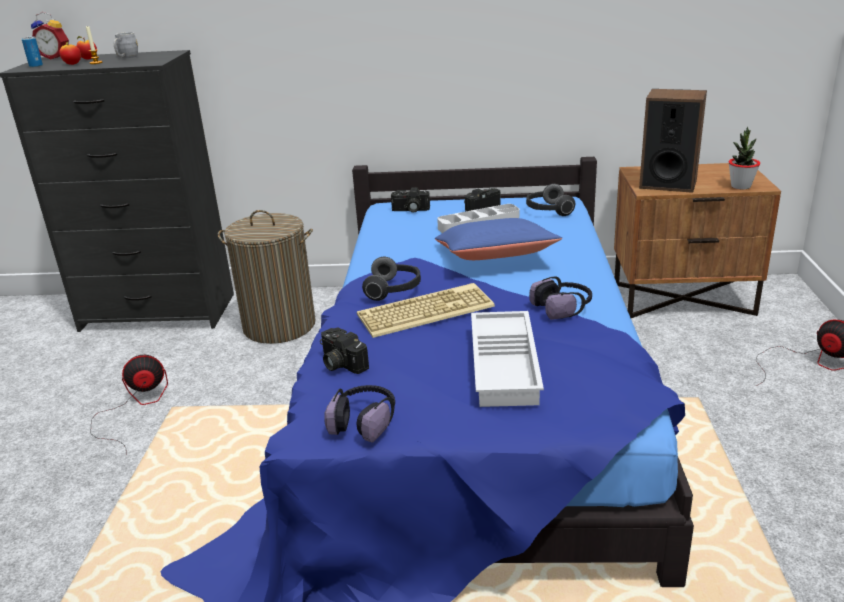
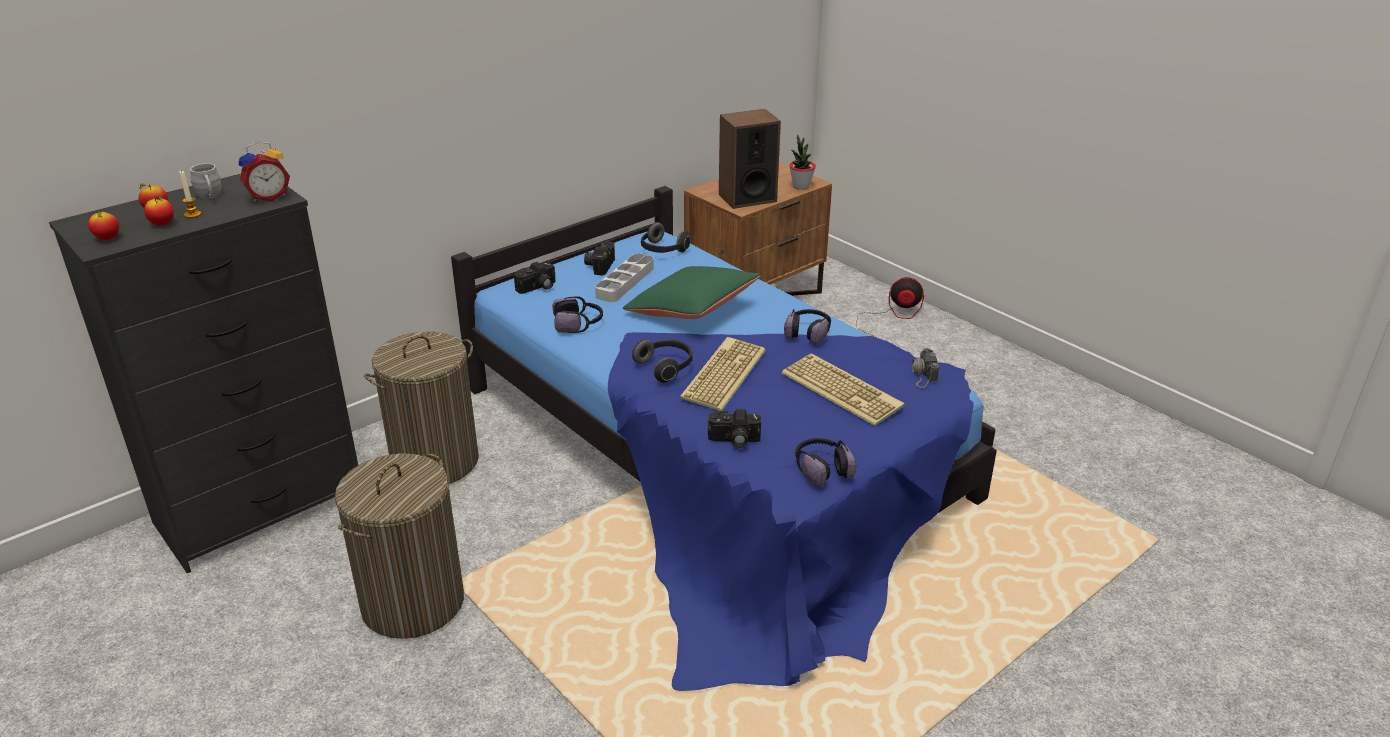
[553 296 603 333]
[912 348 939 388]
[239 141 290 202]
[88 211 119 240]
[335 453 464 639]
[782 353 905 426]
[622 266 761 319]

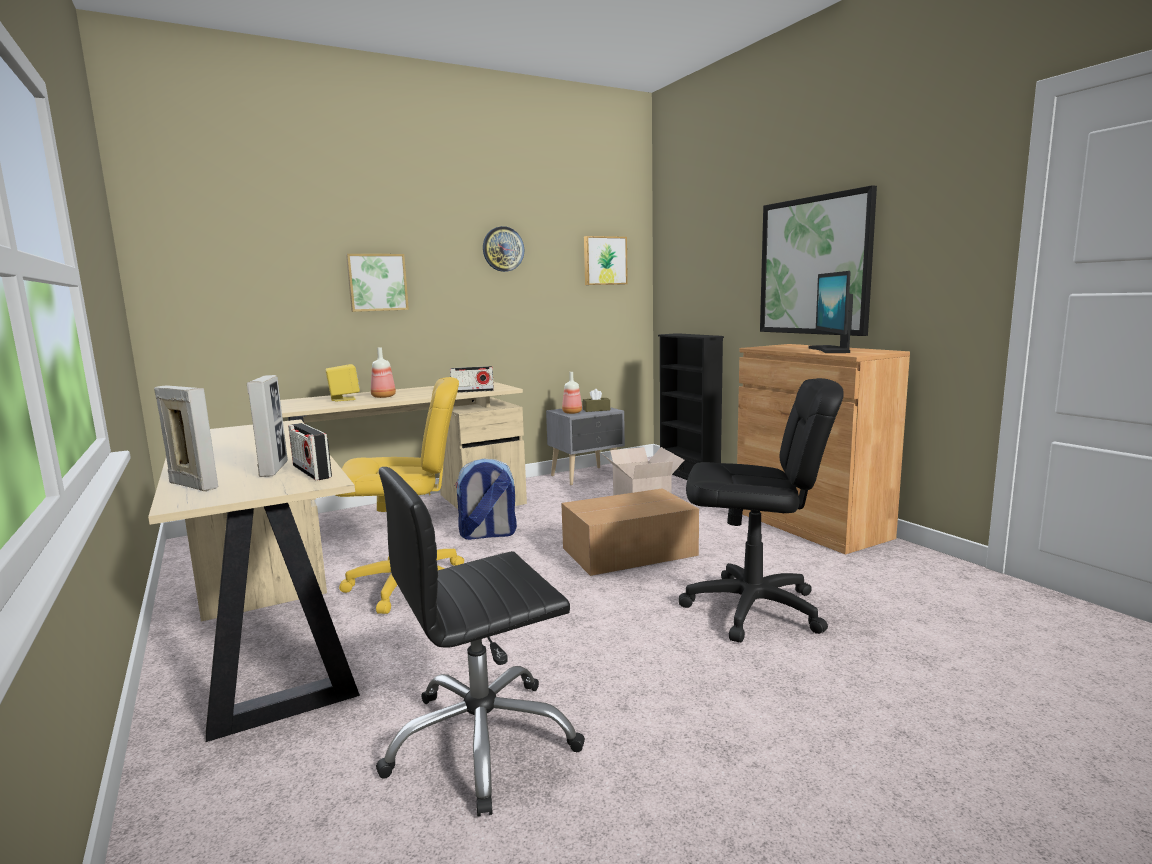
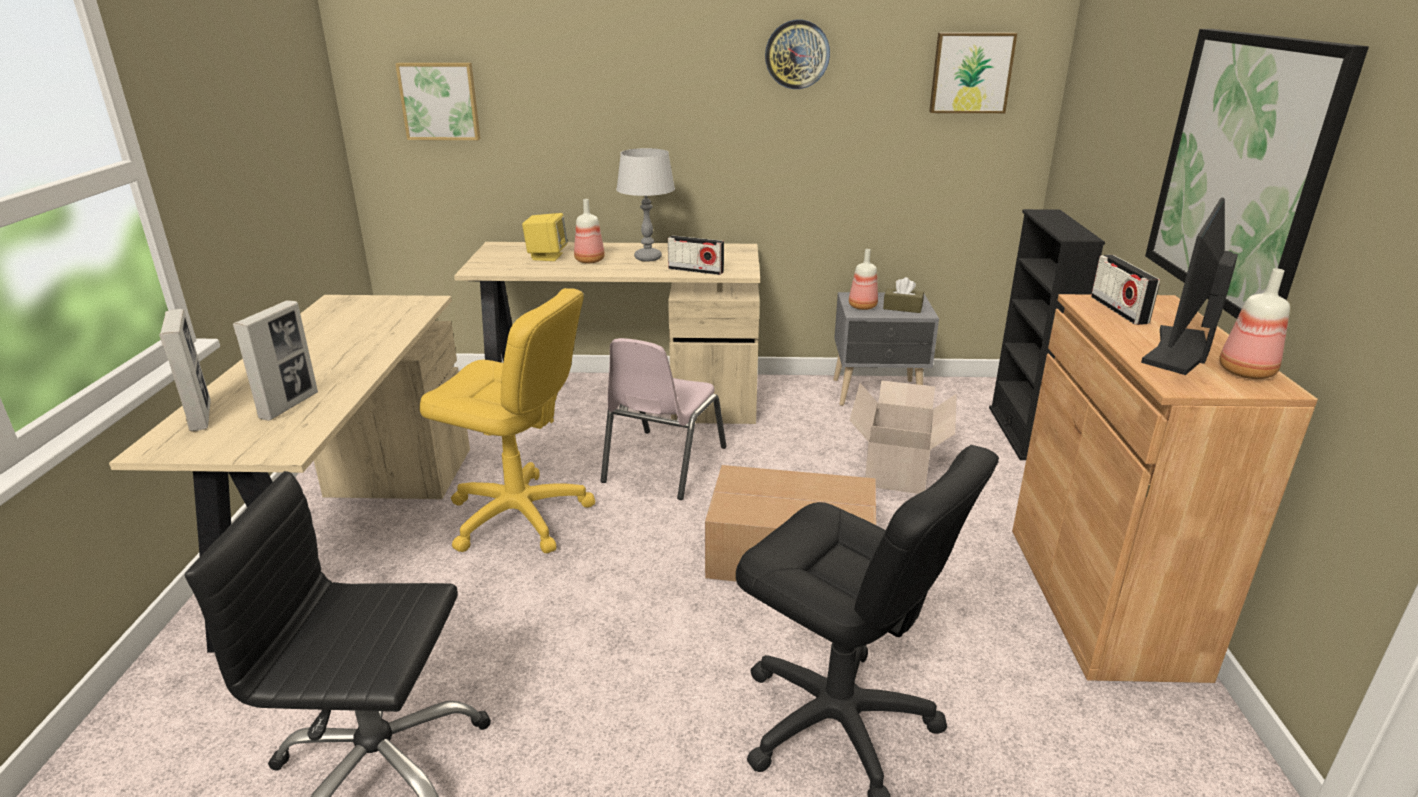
[616 148 675 262]
[1219 268 1290 379]
[1091 255 1160 325]
[395 63 480 140]
[601 338 726 500]

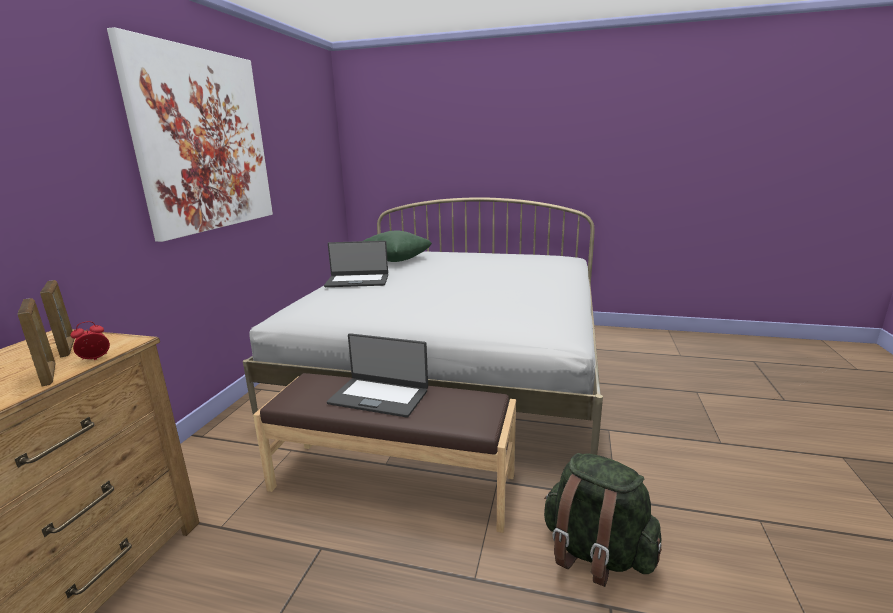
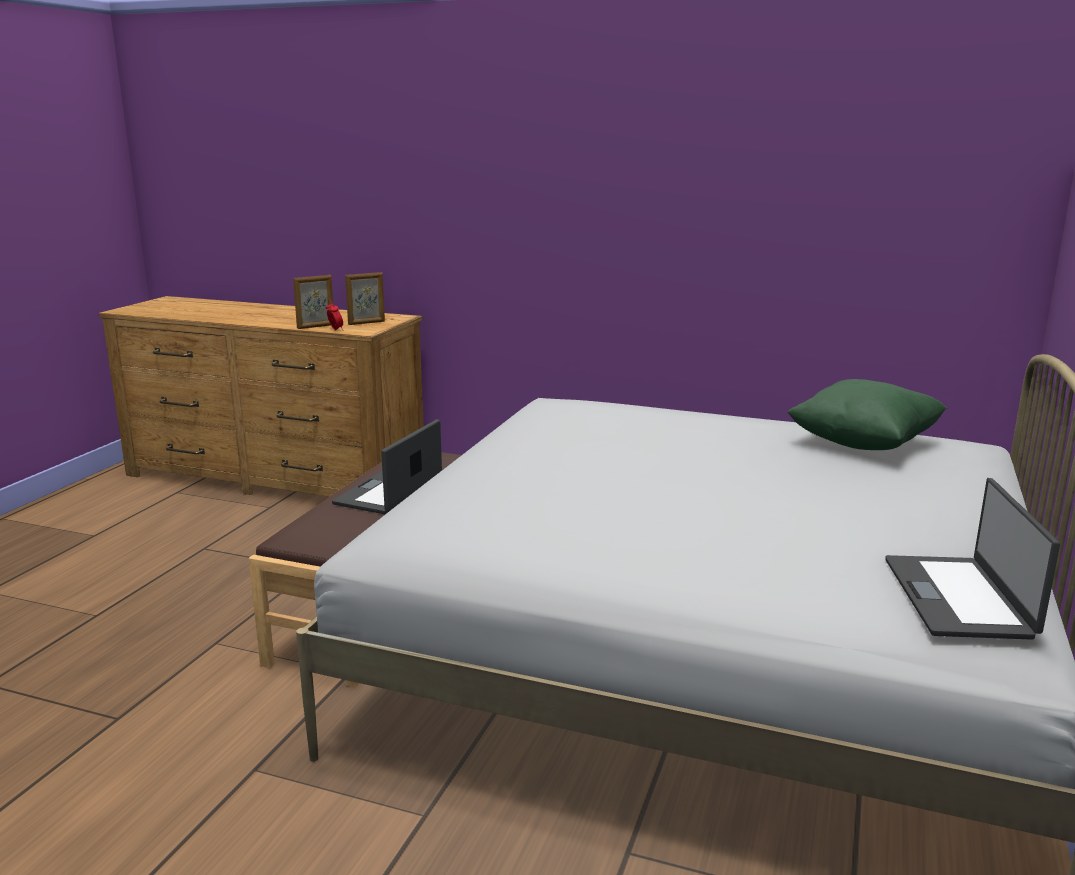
[107 27 273 242] (first image)
[544 453 662 587] (first image)
[885 478 1060 640]

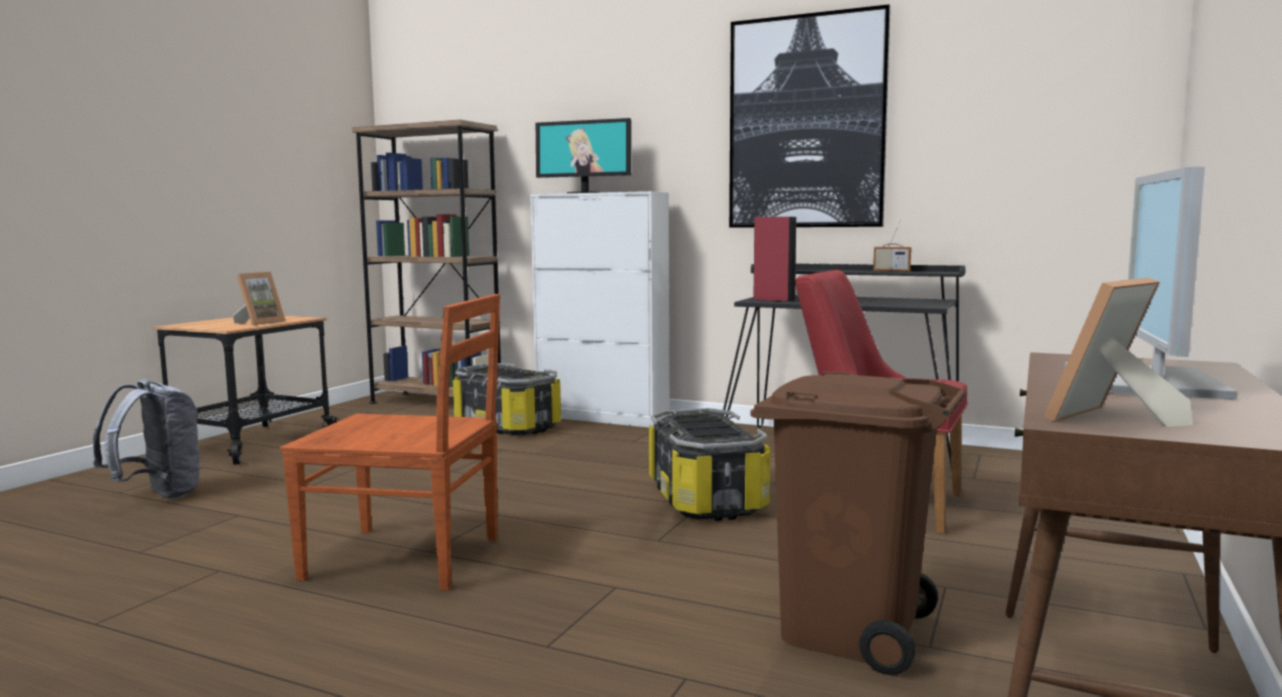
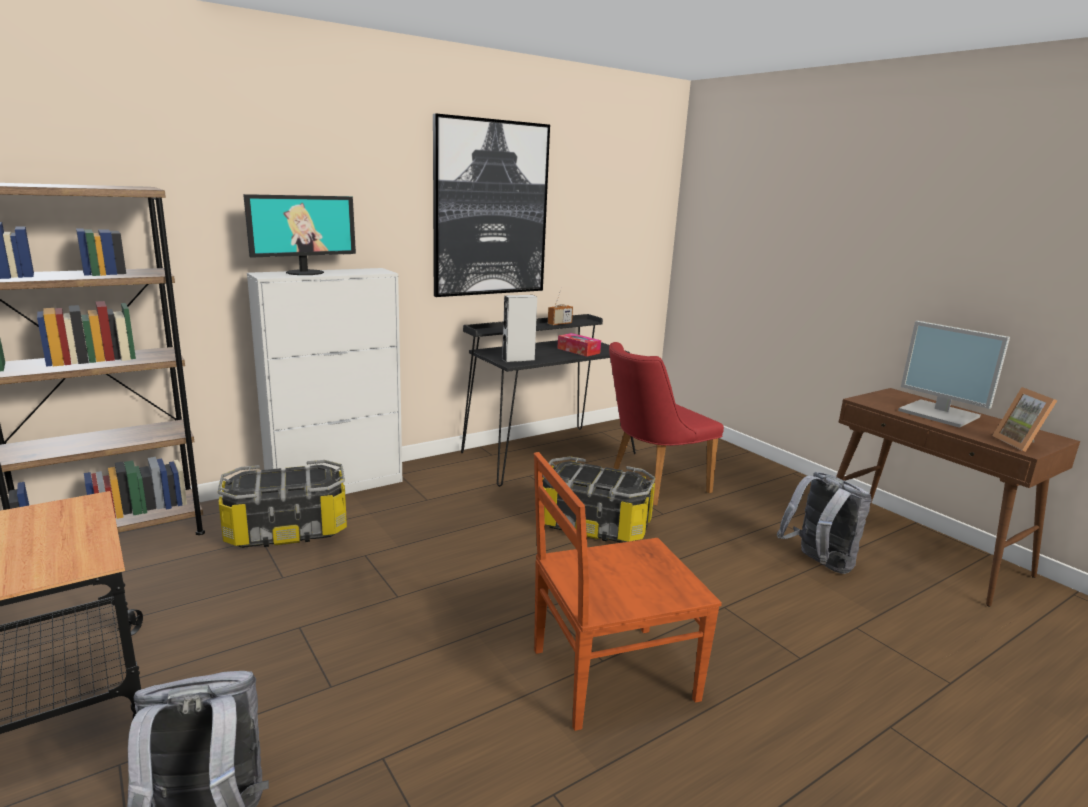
[233 272 285 325] (first image)
[557 333 601 357]
[777 472 872 574]
[502 295 537 362]
[534 452 722 731]

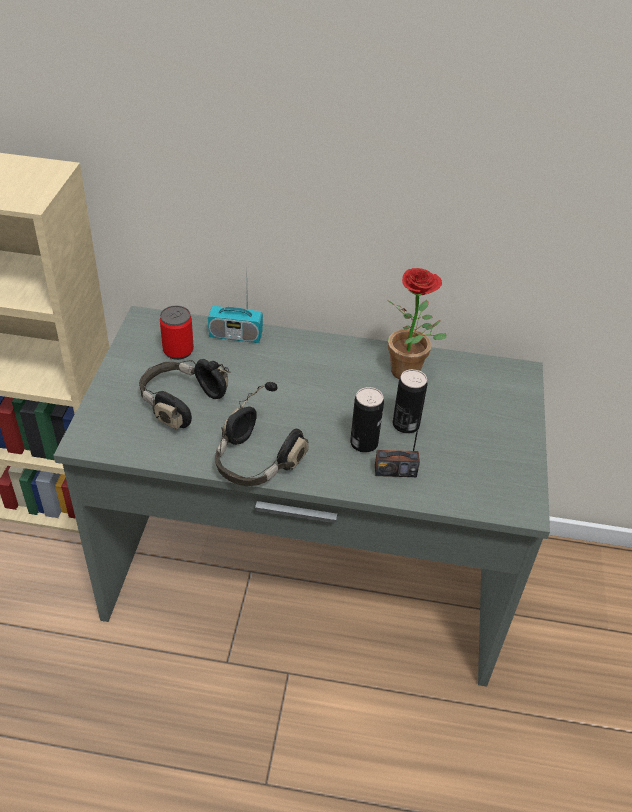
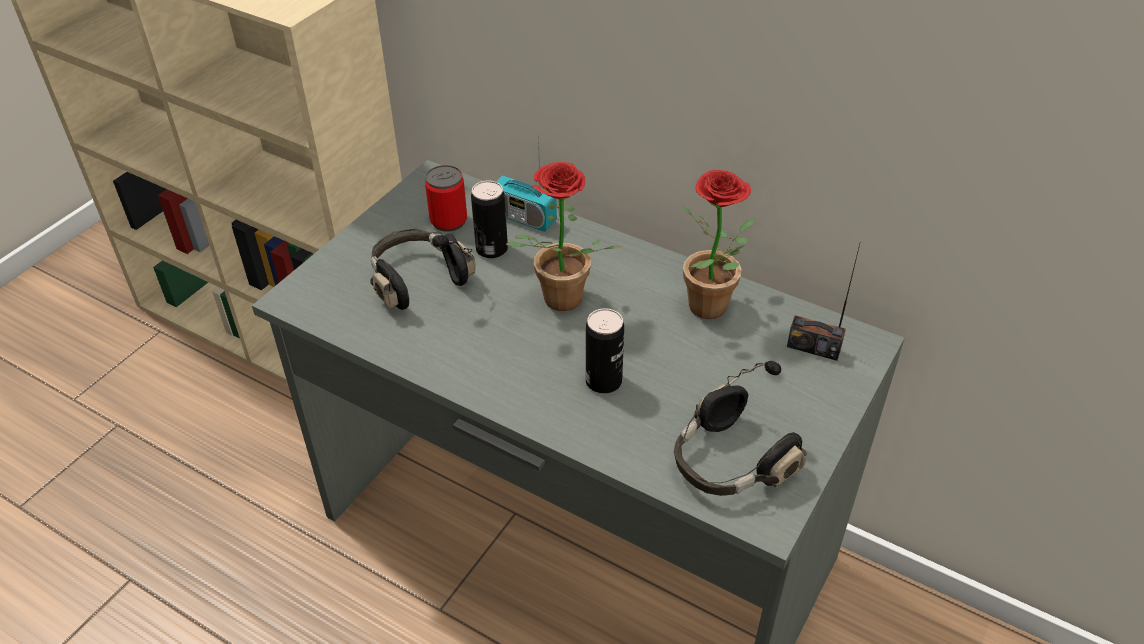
[506 162 622 311]
[674 361 807 496]
[787 244 860 361]
[471 180 508 258]

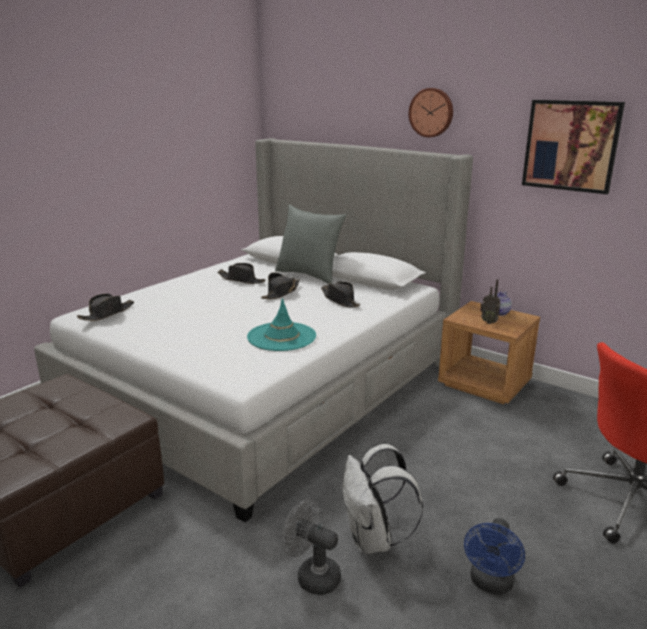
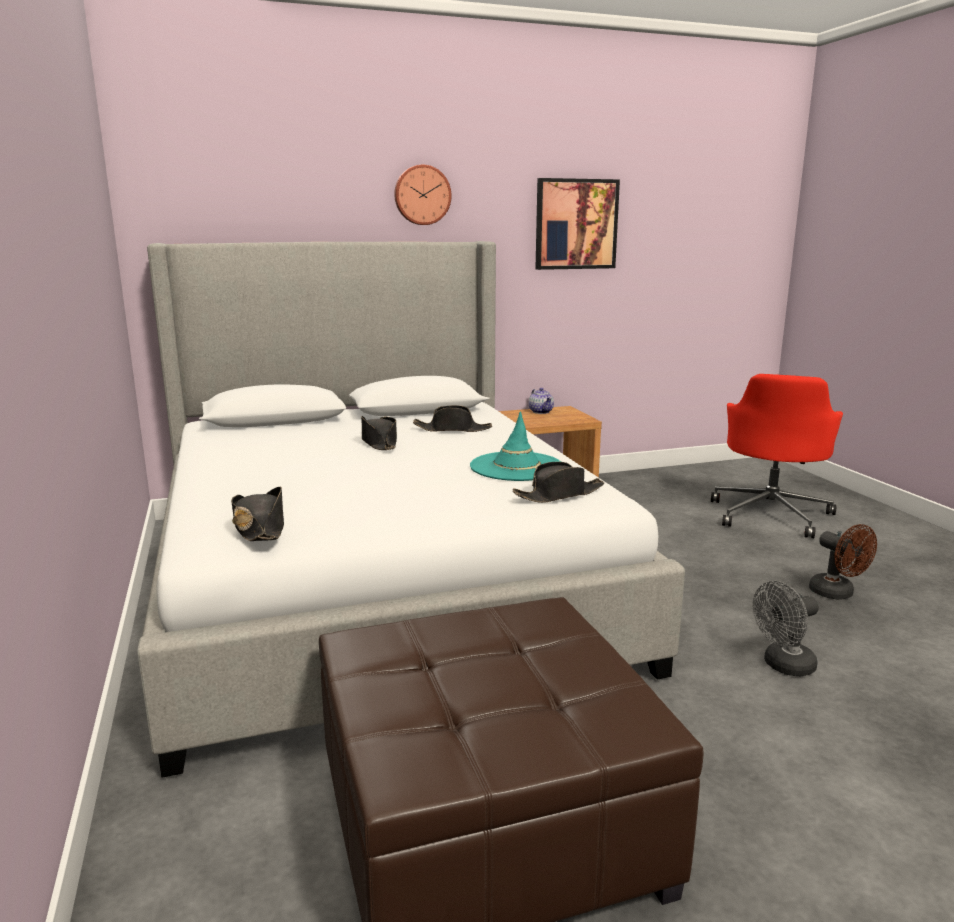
[275 205 347 284] (first image)
[342 444 423 554] (first image)
[480 279 501 324] (first image)
[512 462 604 503]
[809 524 877 599]

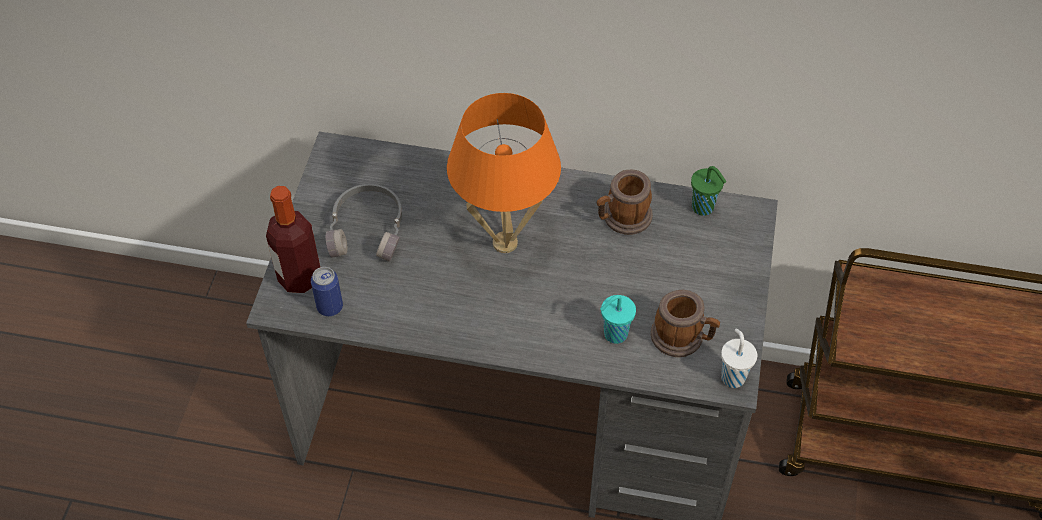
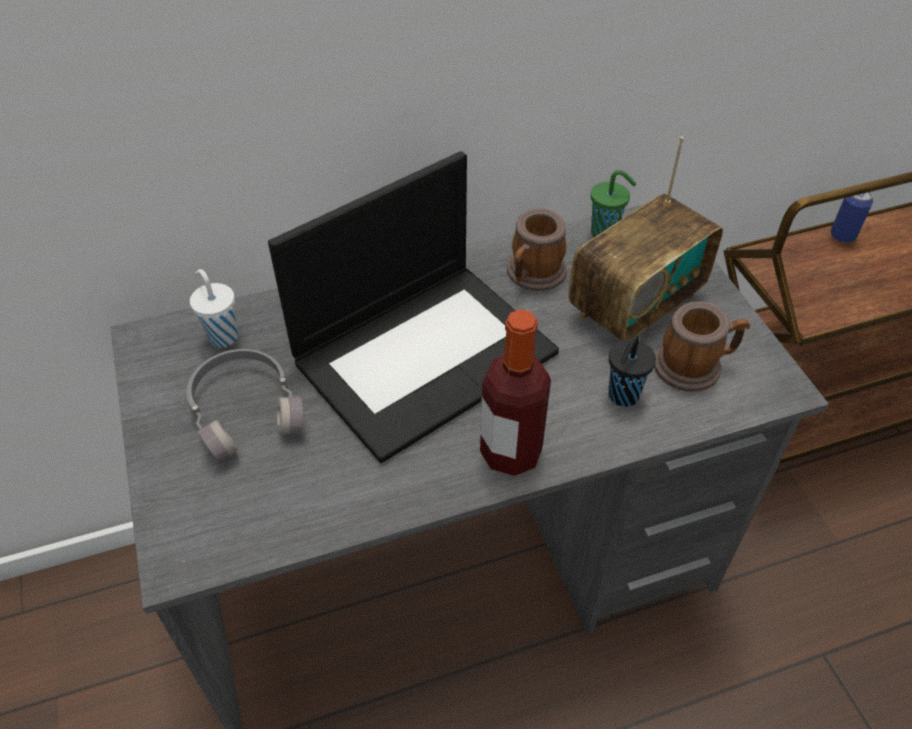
[569 136 723 341]
[480 309 551 476]
[831 192 873 243]
[190 269 238 348]
[268 151 559 463]
[608 335 656 407]

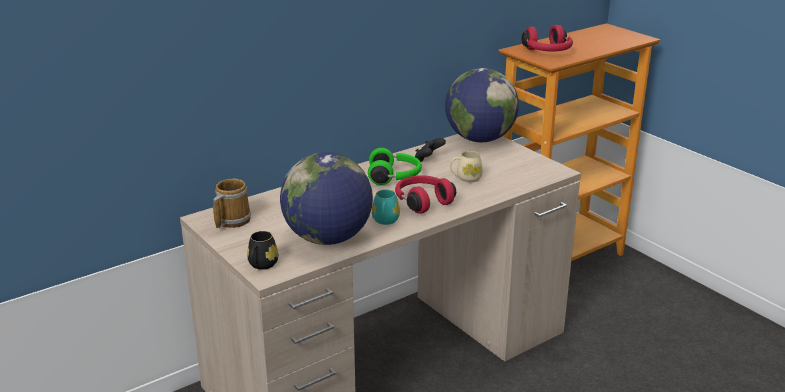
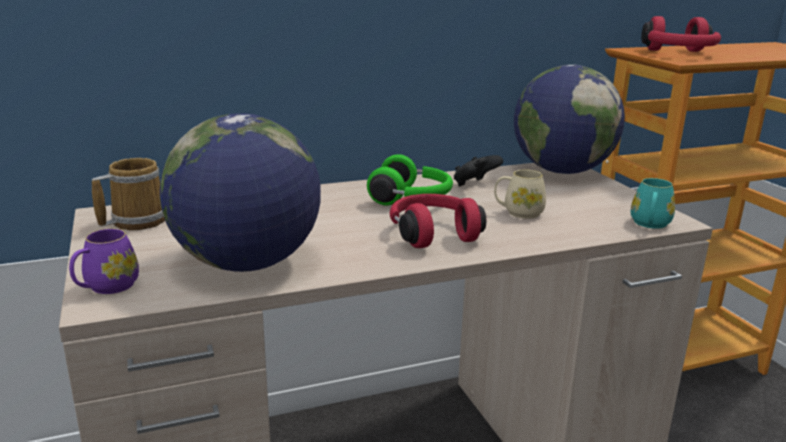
[631 178 675 229]
[69 229 139 294]

